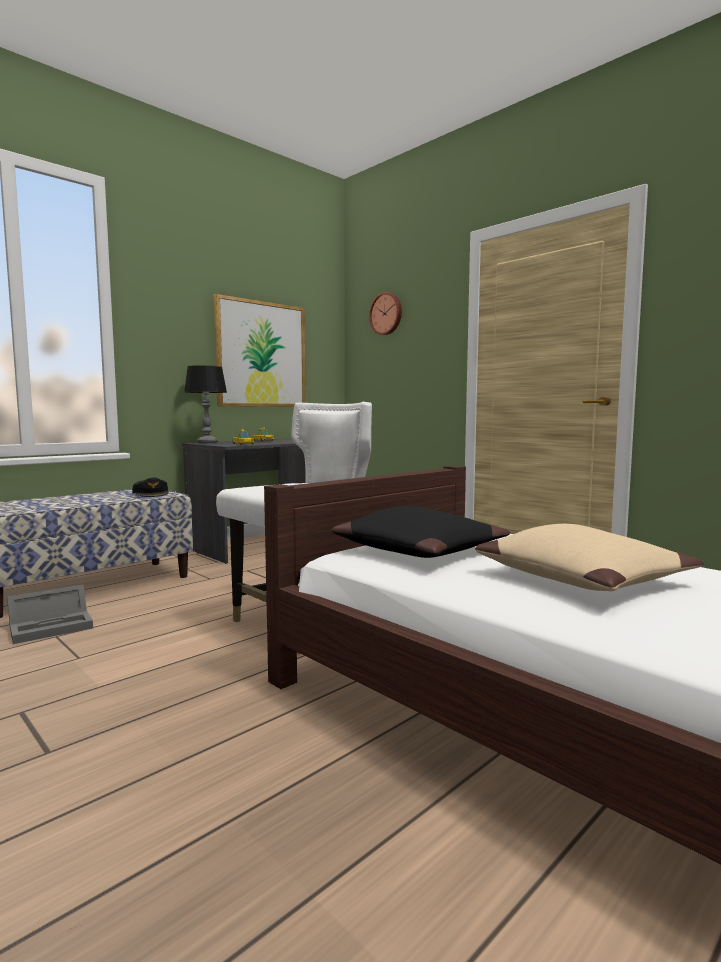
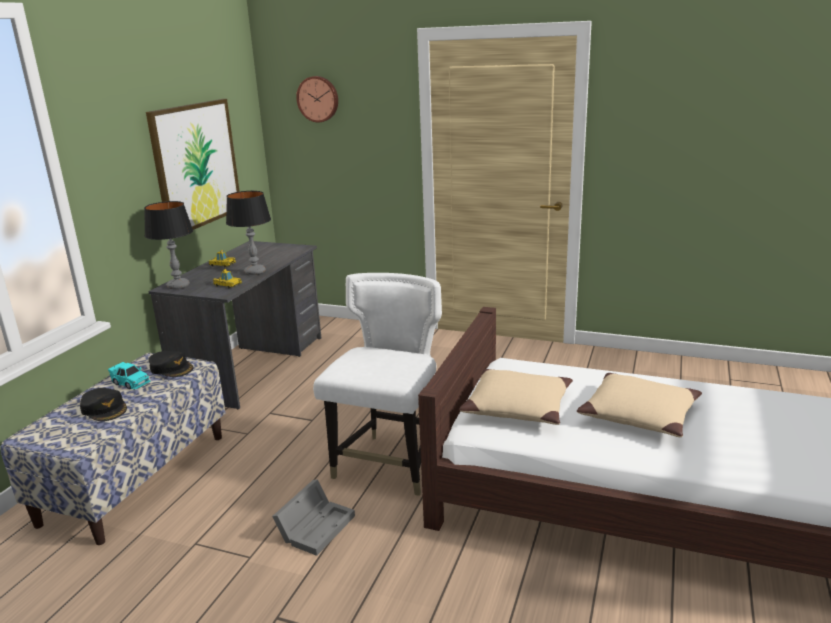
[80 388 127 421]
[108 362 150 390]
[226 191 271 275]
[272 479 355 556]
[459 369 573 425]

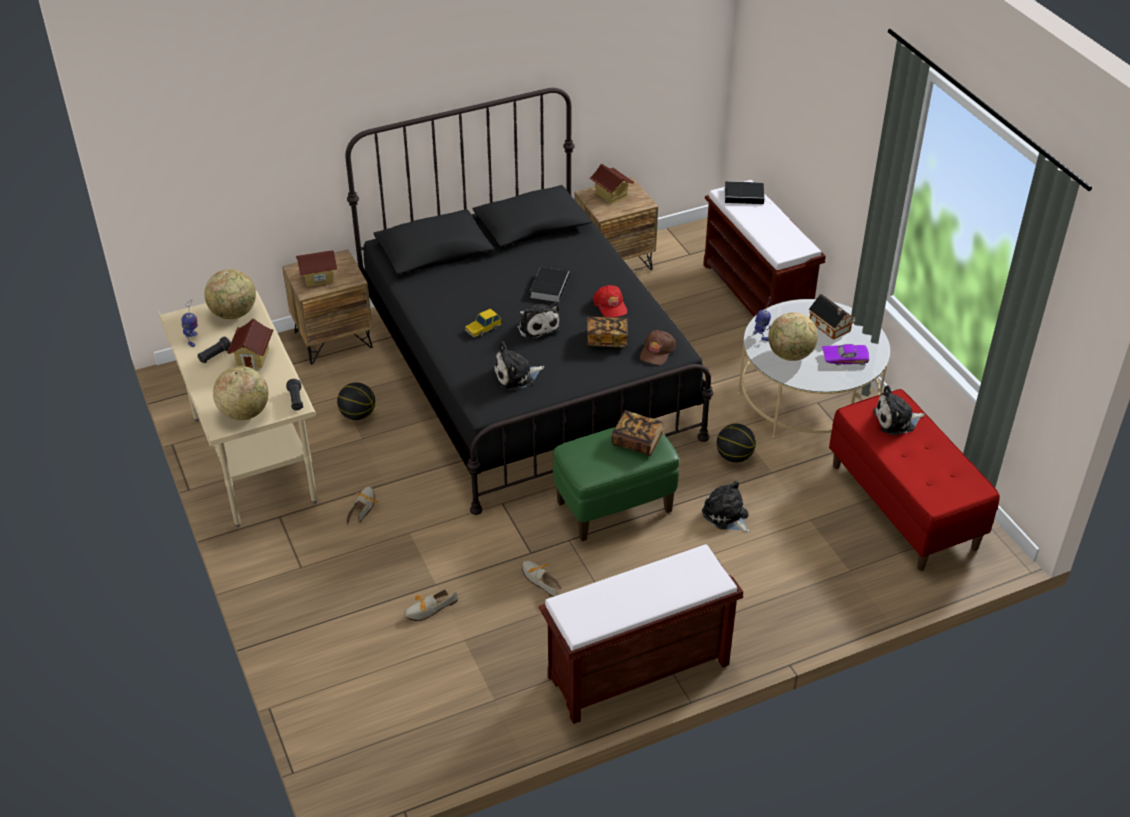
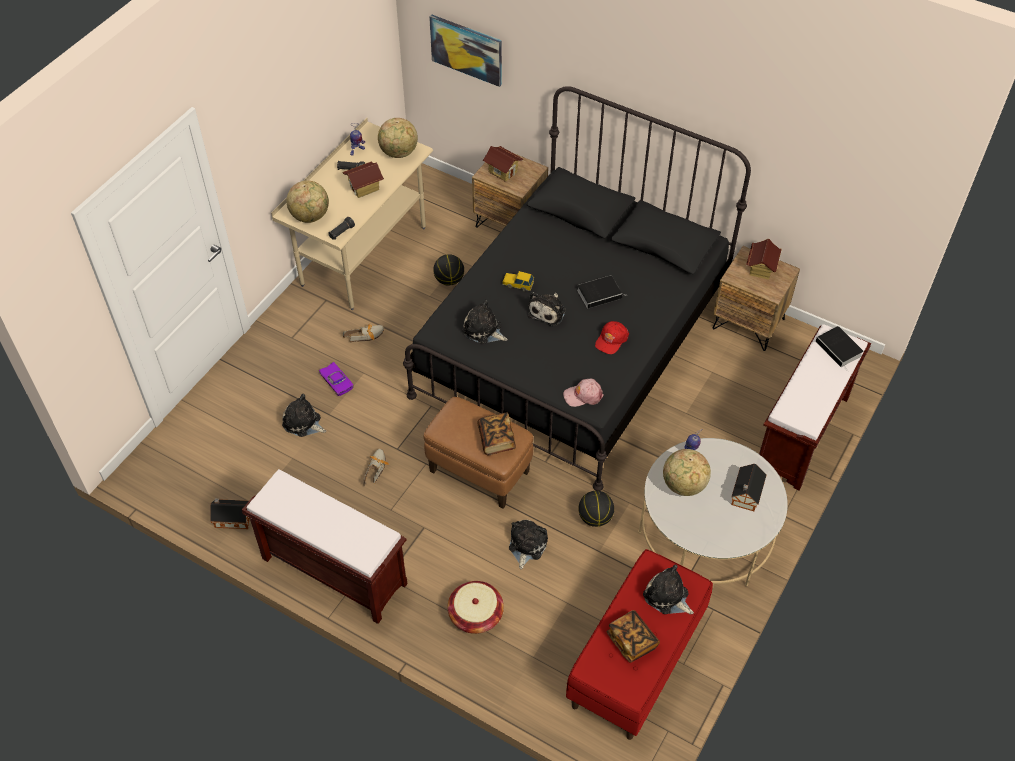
[210 499 250 529]
[429 15 502 87]
[448 581 504 634]
[607 610 660 663]
[319 362 353 396]
[282 394 326 437]
[423 397 533 509]
[563 379 604 407]

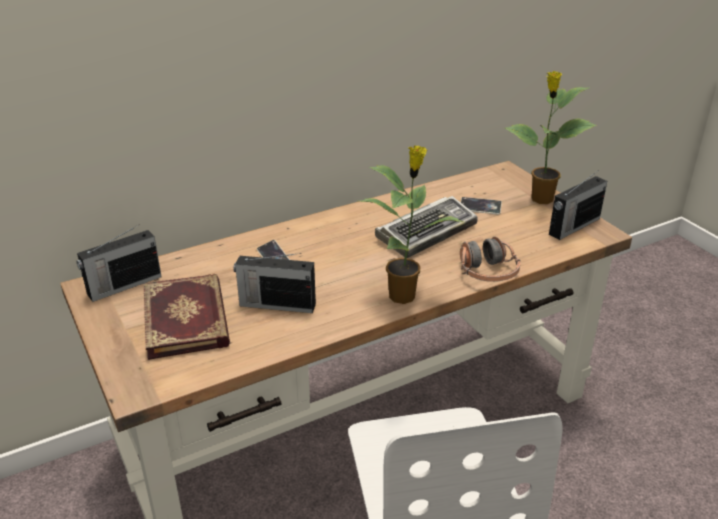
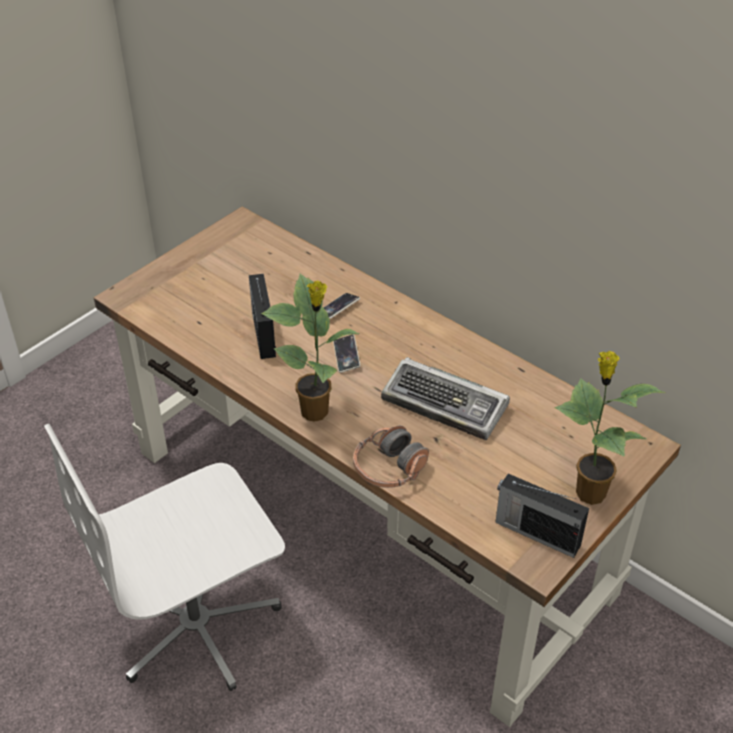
[76 224 161 302] (first image)
[144 274 230 360] (first image)
[333 335 360 373]

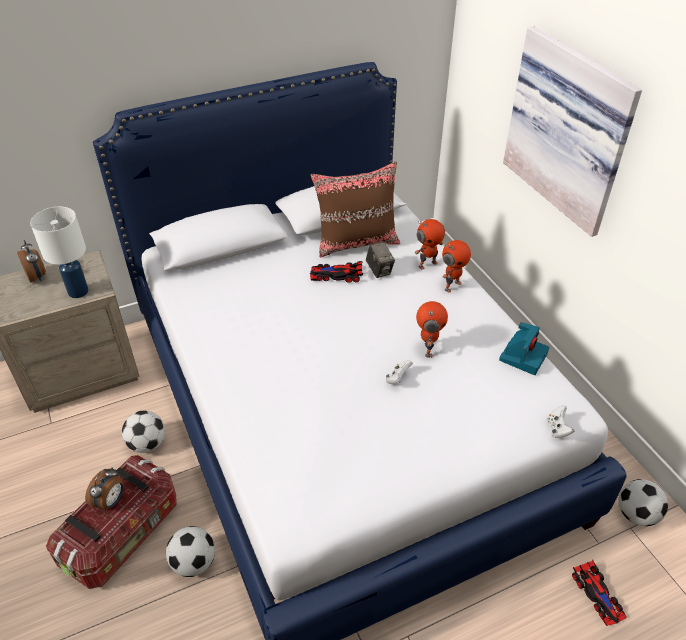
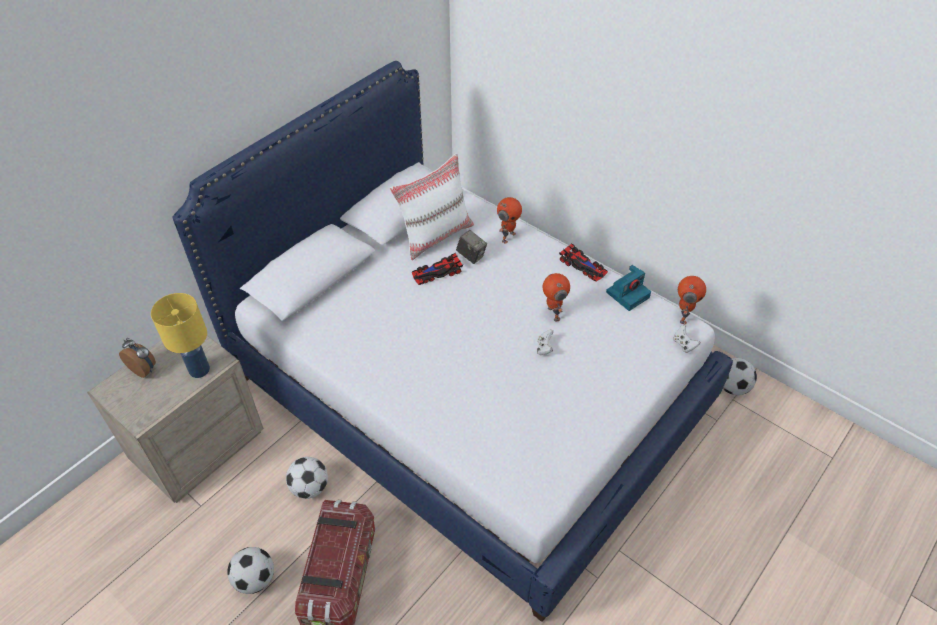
[85 467 124 510] (first image)
[503 26 642 237] (first image)
[227 547 274 594]
[678 276 706 324]
[559 243 608 282]
[151 293 210 378]
[390 153 474 260]
[606 265 651 311]

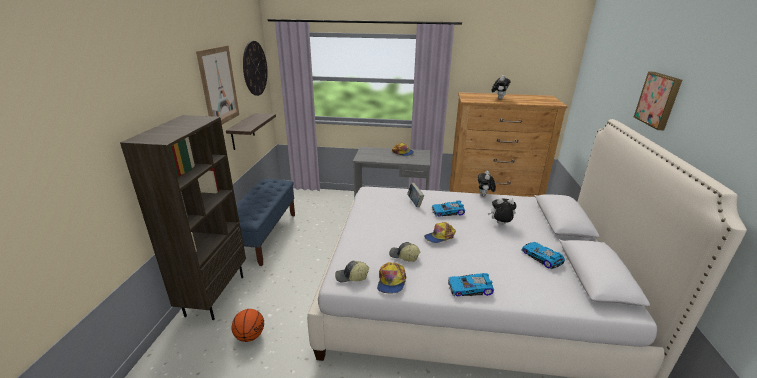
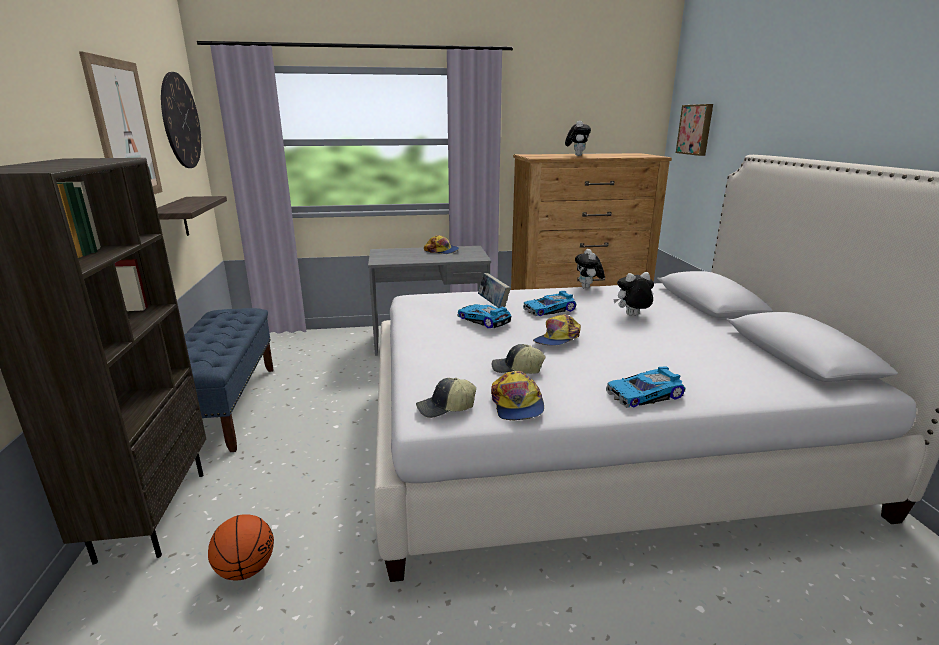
[457 304 511 328]
[676 104 713 156]

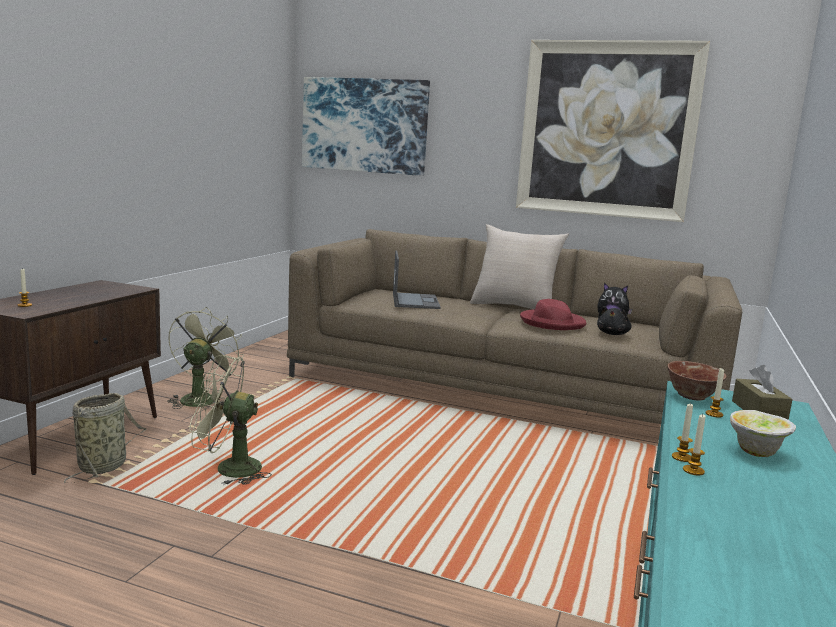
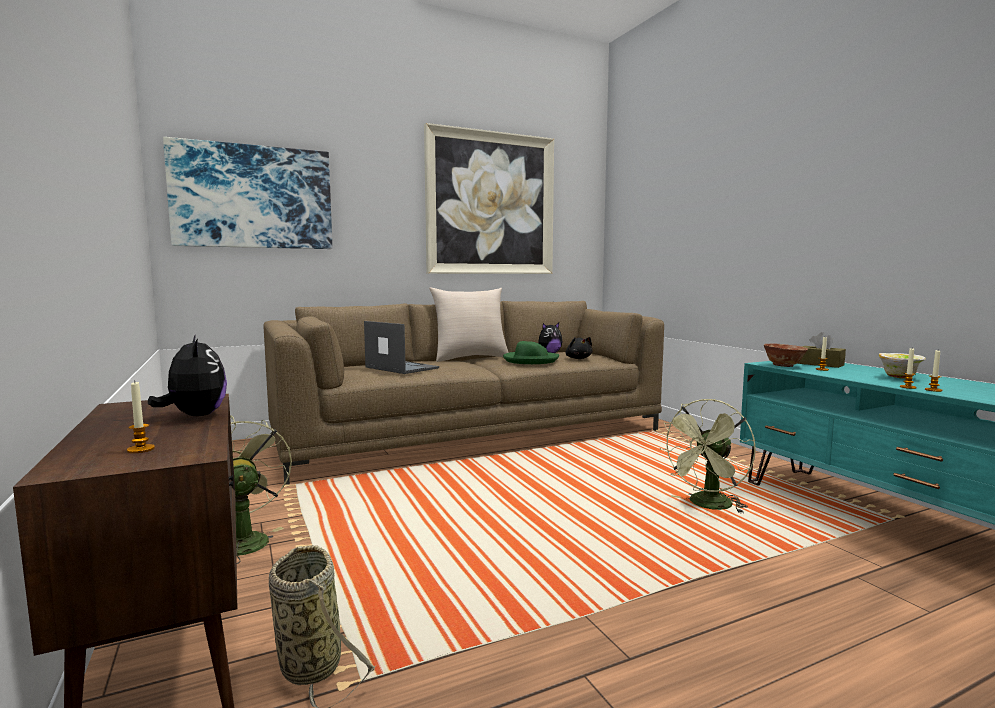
[148 334 227 416]
[660 399 756 514]
[503 341 559 364]

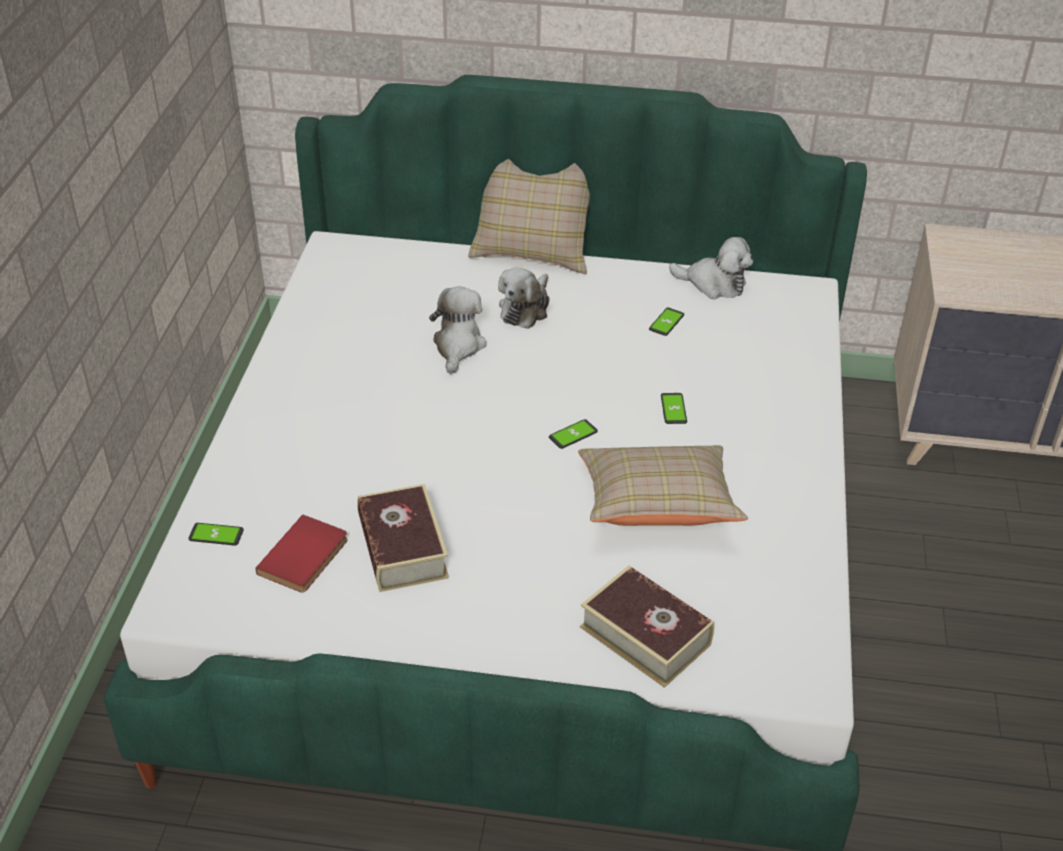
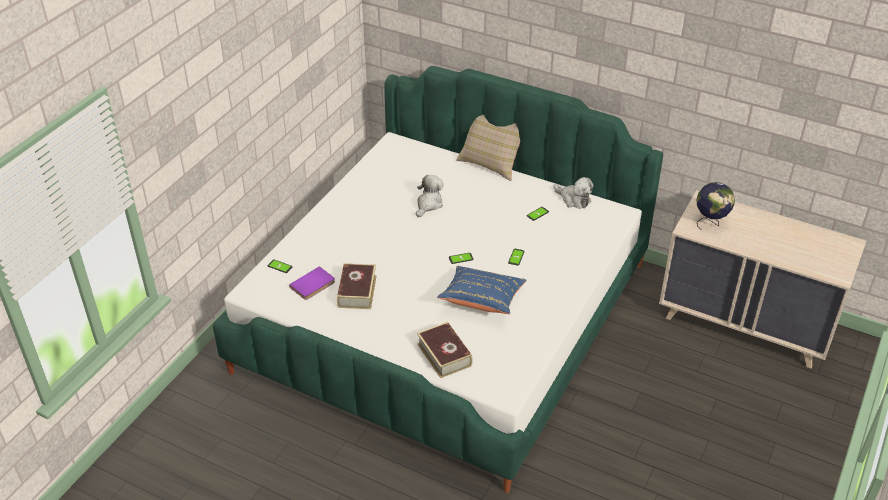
[498 268 550 329] (first image)
[696 182 735 230]
[289 266 335 300]
[437 266 527 314]

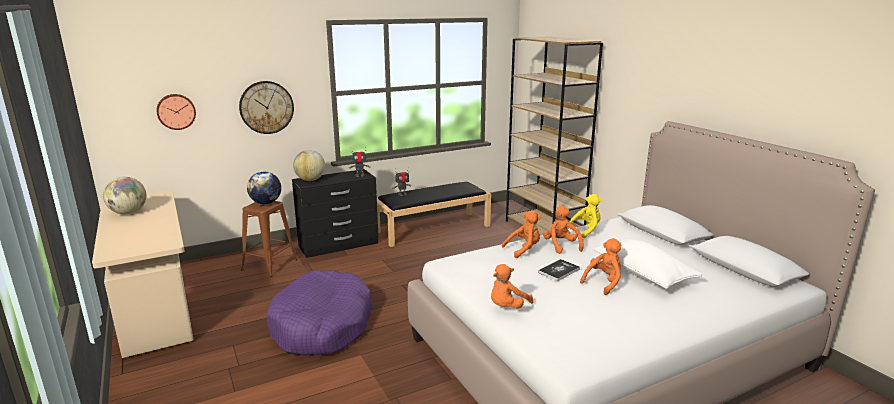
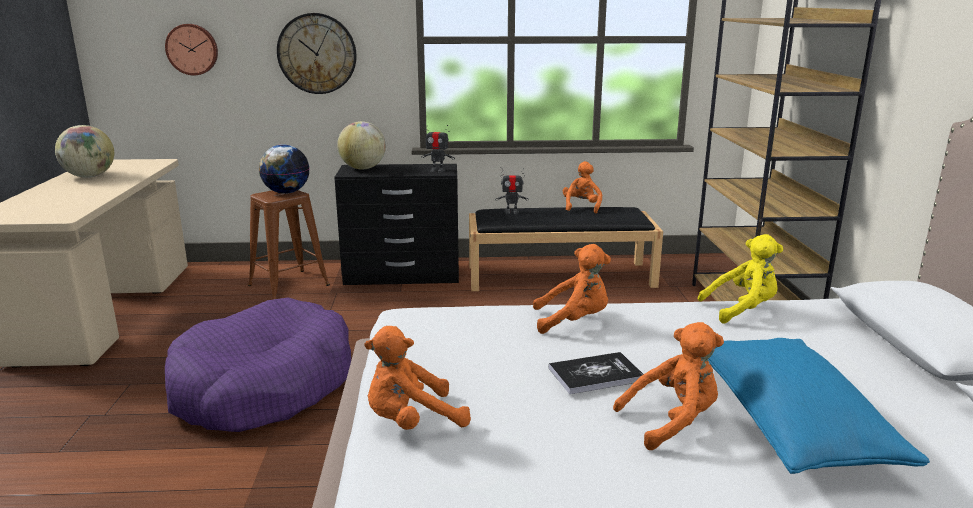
[563 161 602 213]
[708 338 930 474]

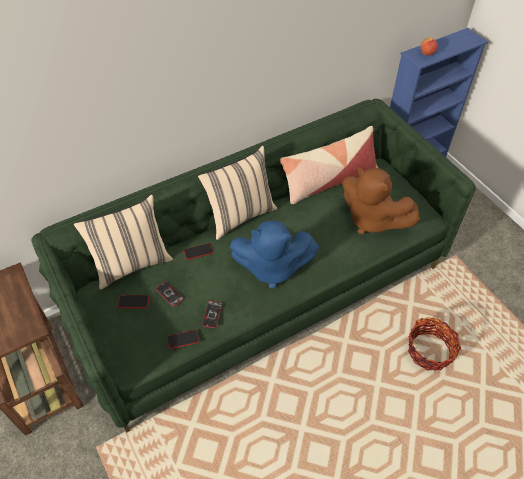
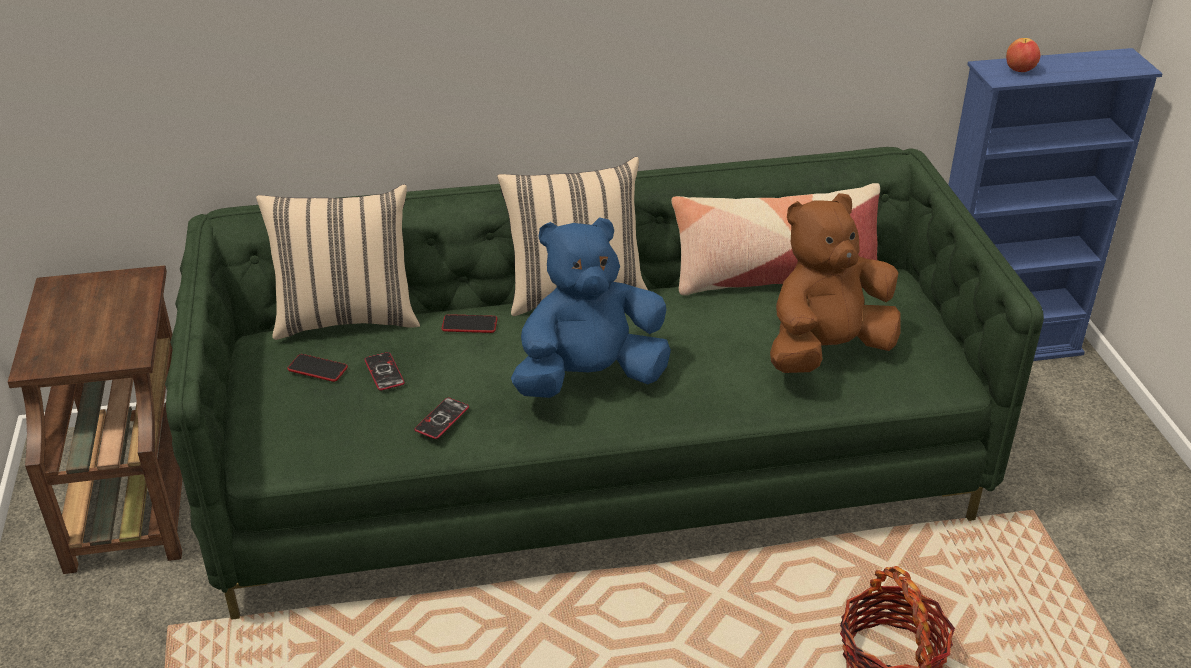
[167 330 199 349] (first image)
[511 217 671 398]
[770 193 900 373]

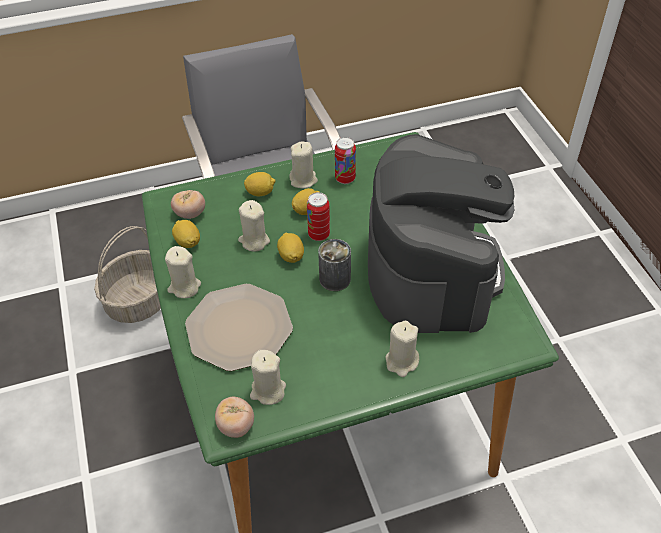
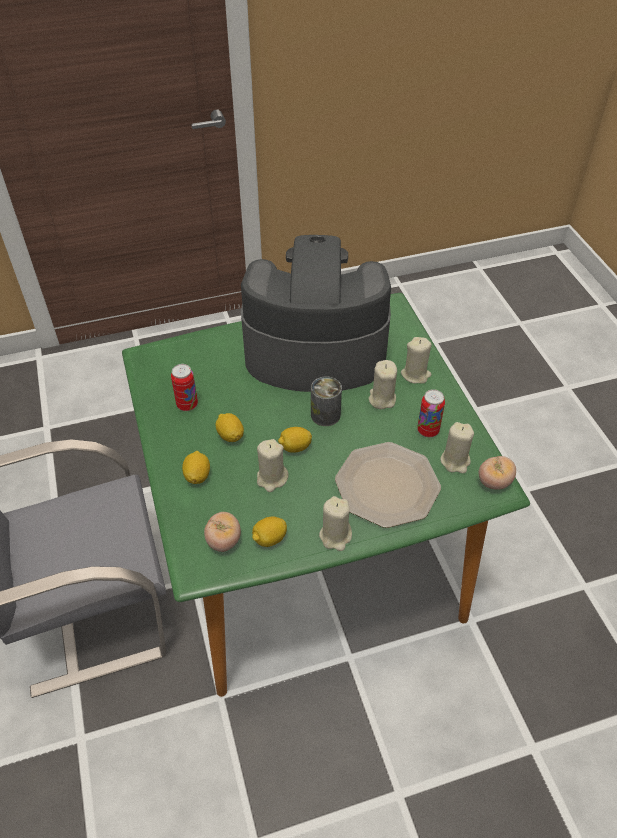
[94 226 161 323] (first image)
[369 360 397 409]
[417 389 445 437]

